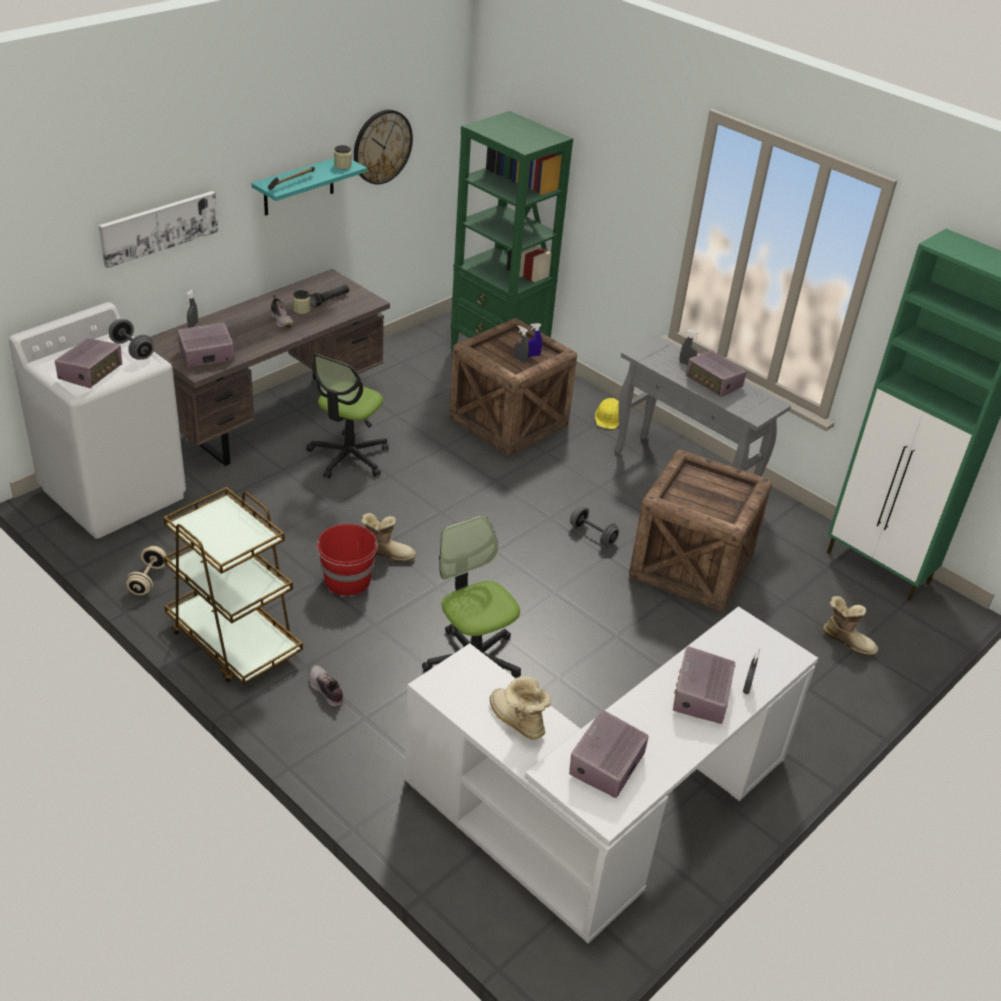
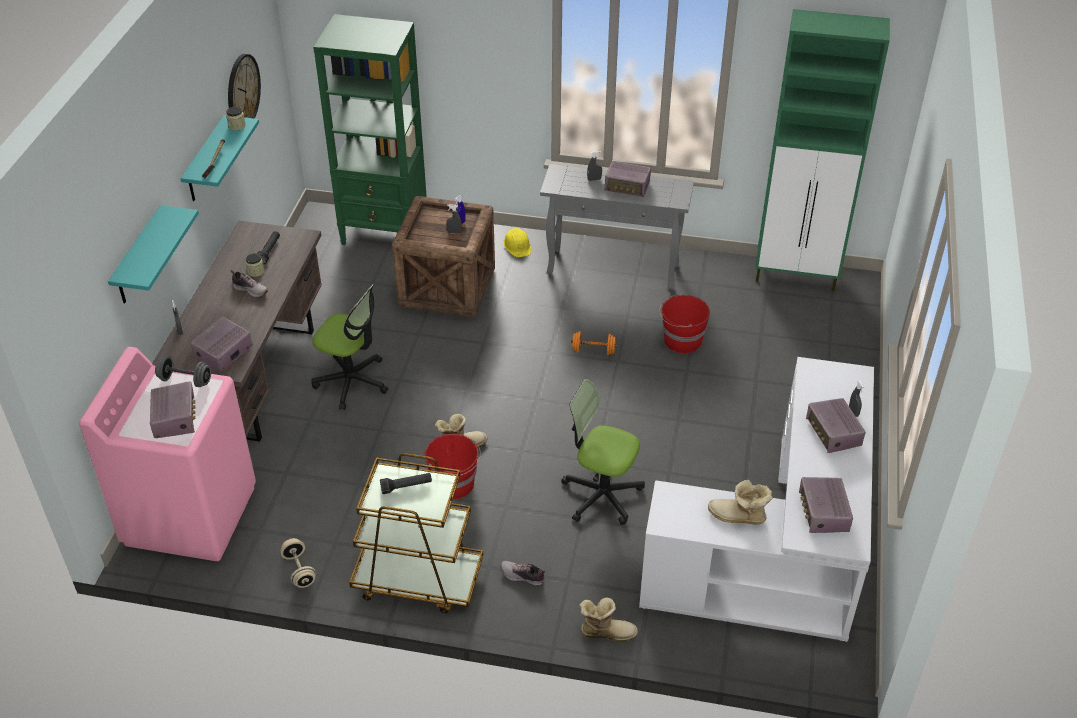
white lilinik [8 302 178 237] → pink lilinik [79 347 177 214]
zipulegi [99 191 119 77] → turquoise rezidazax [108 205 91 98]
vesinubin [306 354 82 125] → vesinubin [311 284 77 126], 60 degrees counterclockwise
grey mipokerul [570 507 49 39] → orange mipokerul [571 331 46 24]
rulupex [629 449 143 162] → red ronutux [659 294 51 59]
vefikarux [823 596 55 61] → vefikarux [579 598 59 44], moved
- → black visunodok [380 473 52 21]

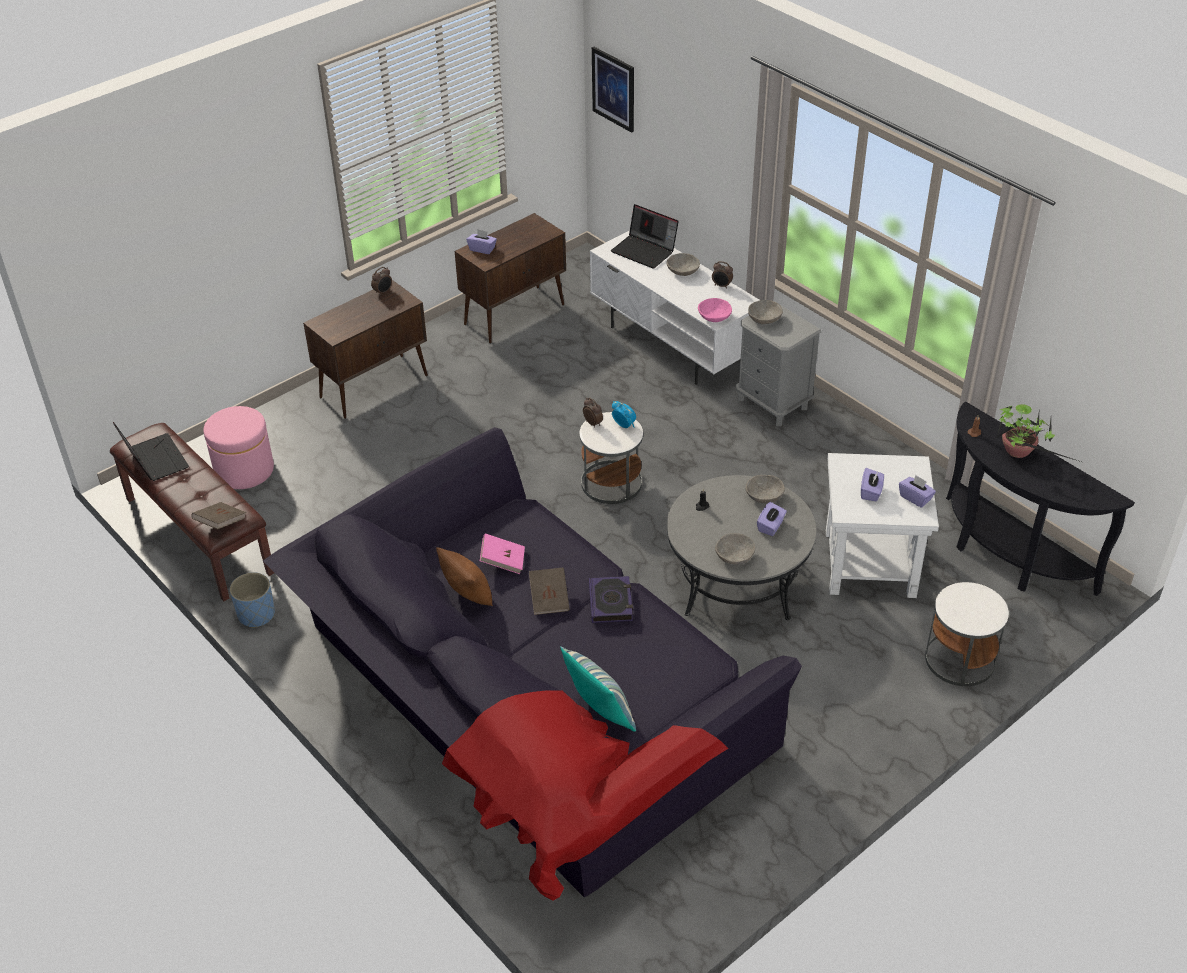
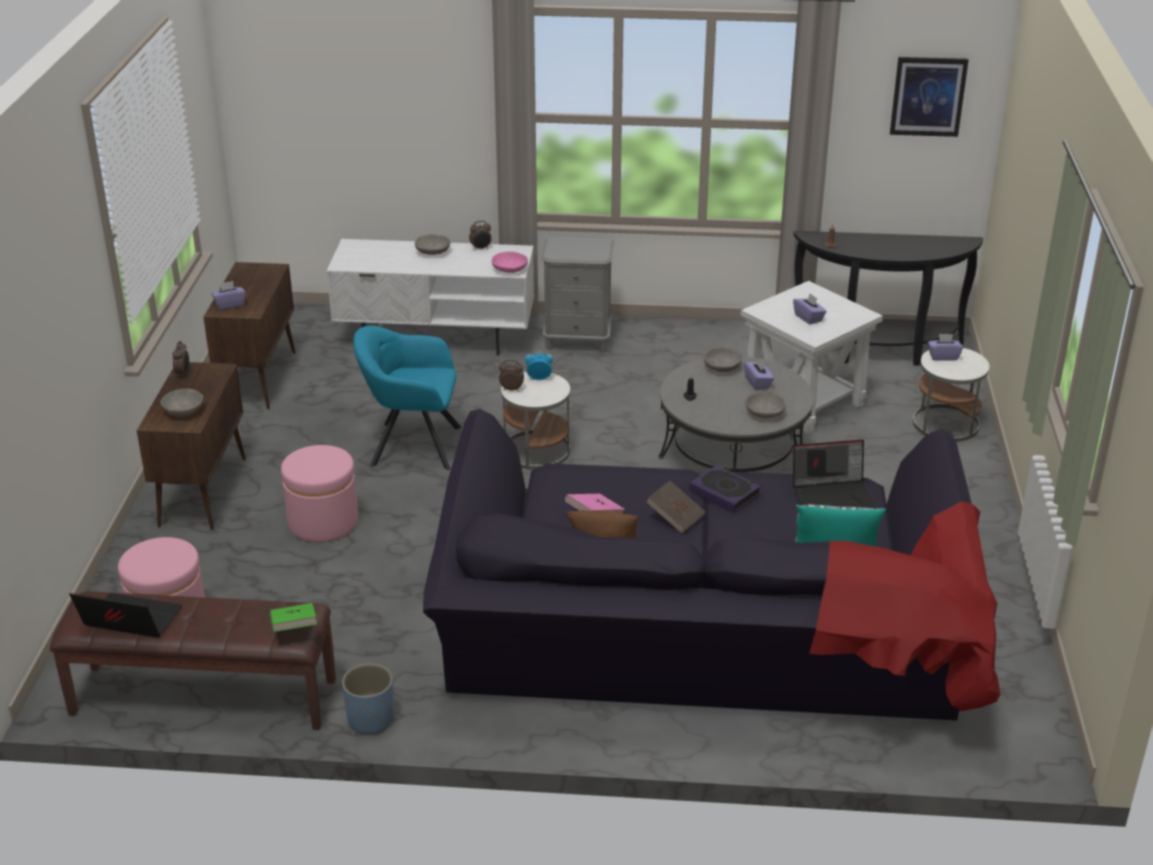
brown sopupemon [191 502 55 28] → green sopupemon [270 603 47 29]
zipulegi [592 47 42 86] → zipulegi [890 57 79 80], moved
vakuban [611 204 68 65] → vakuban [793 440 83 68], moved
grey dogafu [748 300 35 24] → grey dogafu [160 389 43 28], moved
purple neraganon [899 475 37 33] → purple neraganon [928 334 35 27], moved
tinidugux [993 404 88 58] → -
- → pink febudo [281 445 77 97]
- → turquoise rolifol [353 326 108 144]

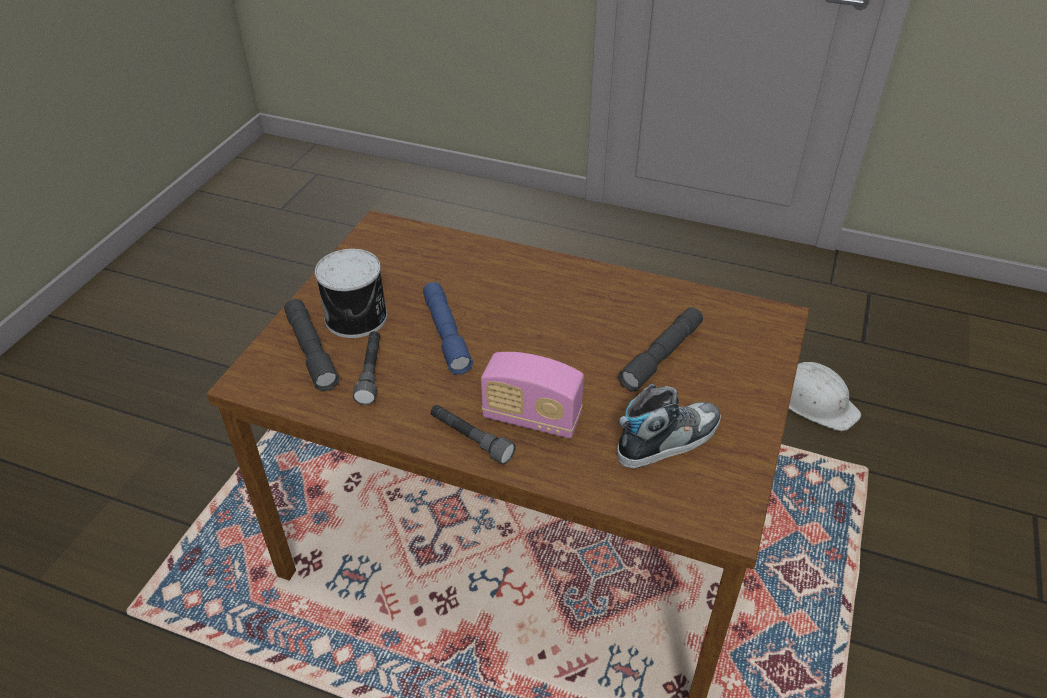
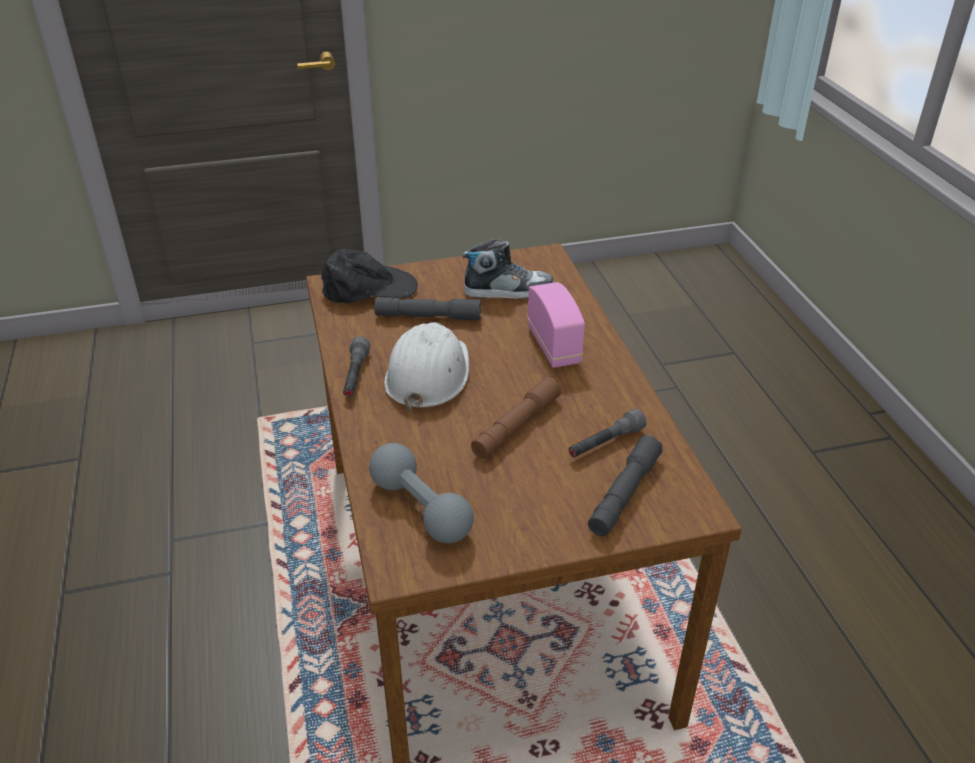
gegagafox [315 249 72 89] → -
blue visunodok [423 282 50 93] → brown visunodok [471 377 90 82]
grey visunodok [430 405 86 60] → grey visunodok [343 336 27 61], moved
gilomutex [617 383 104 86] → gilomutex [463 238 91 60], 150 degrees clockwise
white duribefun [789 362 72 69] → white duribefun [384 322 85 90], moved
- → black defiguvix [321 249 97 54]
- → grey mipokerul [369 443 105 100]

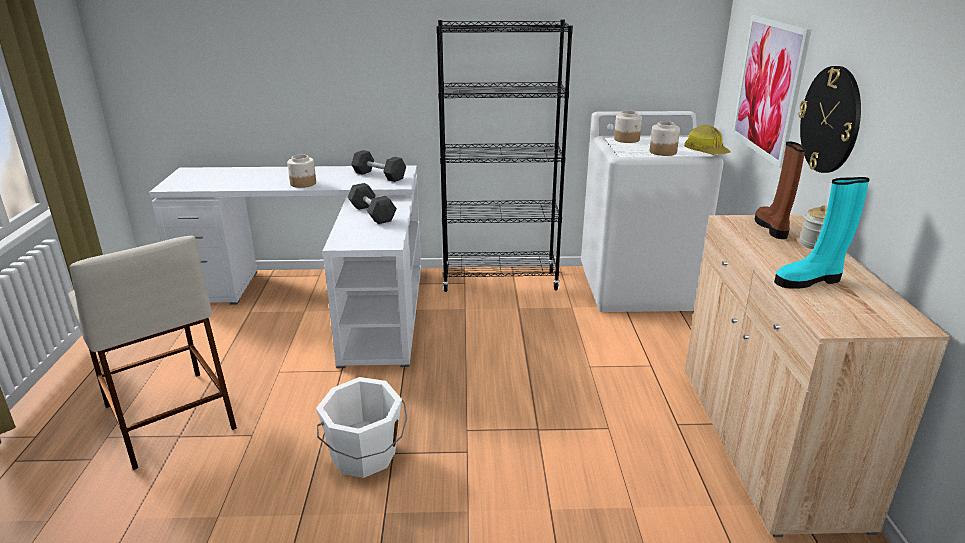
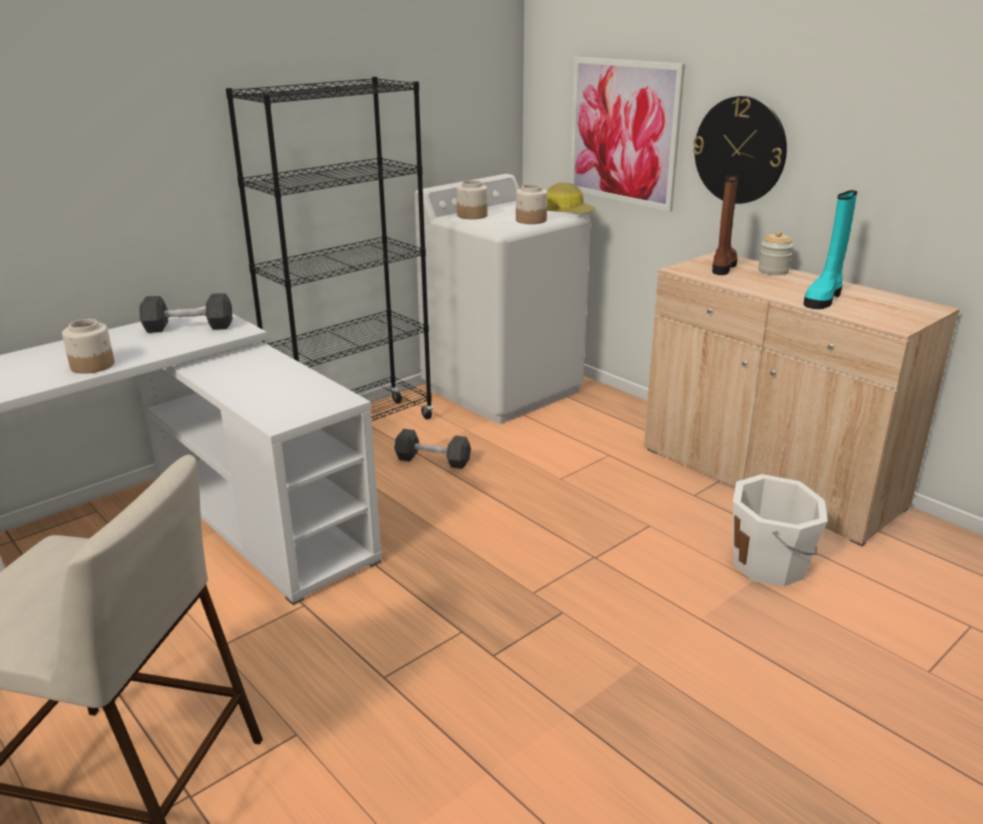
white ronutux [316 377 91 101] → white ronutux [733 474 95 112], moved
black mipokerul [347 183 50 41] → black mipokerul [394 429 77 40], moved
brown vefikarux [755 142 51 97] → brown vefikarux [712 175 26 100], 60 degrees clockwise

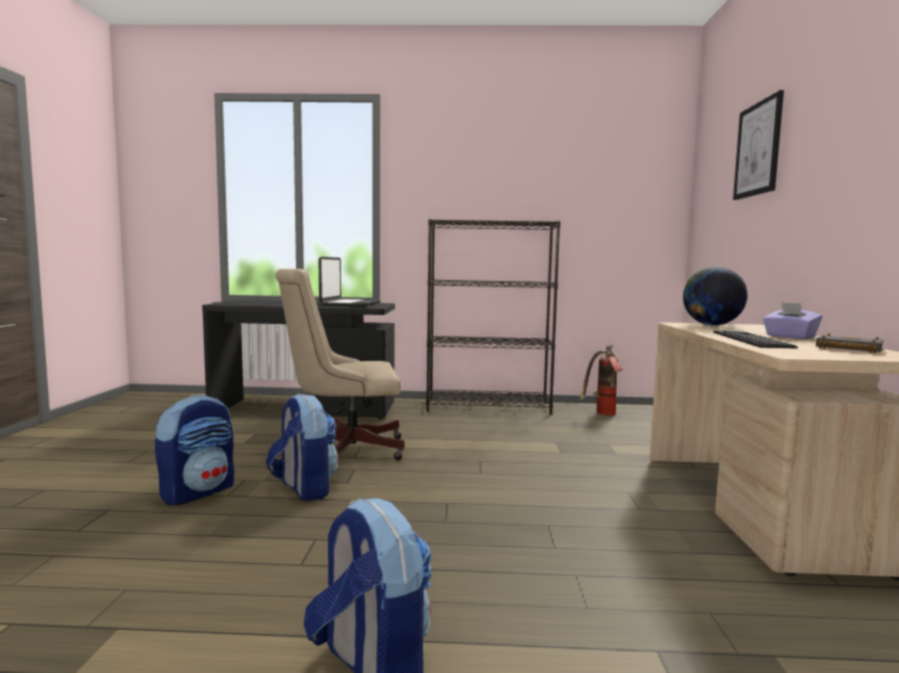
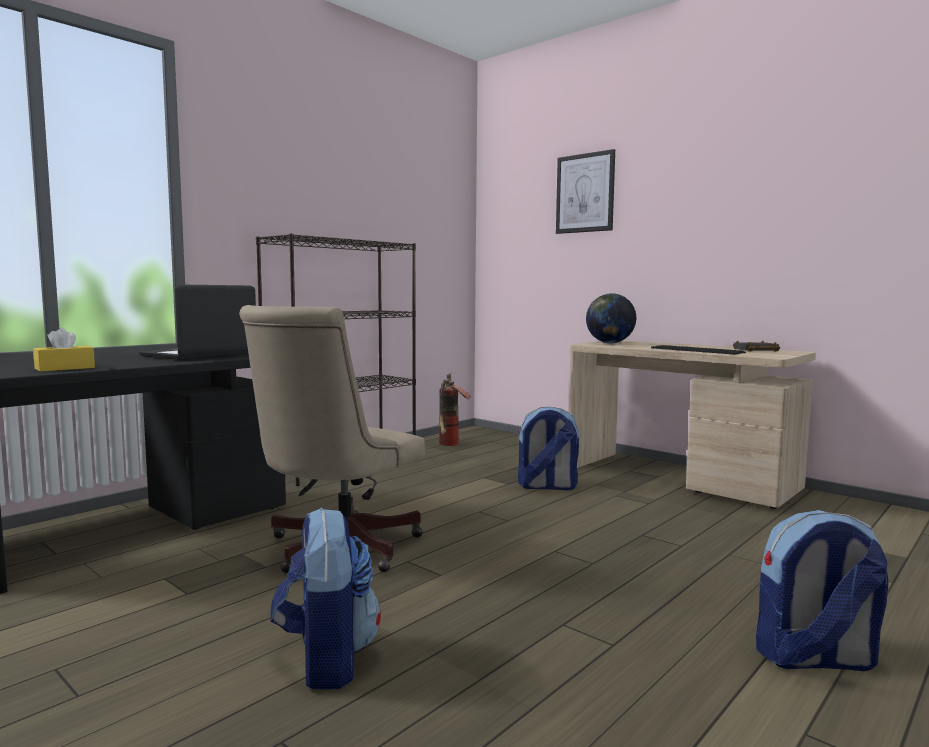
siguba [266 394 72 107] → siguba [518 407 61 83], moved
vakuban [319 257 62 50] → vakuban [139 284 117 76], 105 degrees counterclockwise
purple neraganon [763 302 59 37] → -
- → yellow neraganon [33 327 62 45]

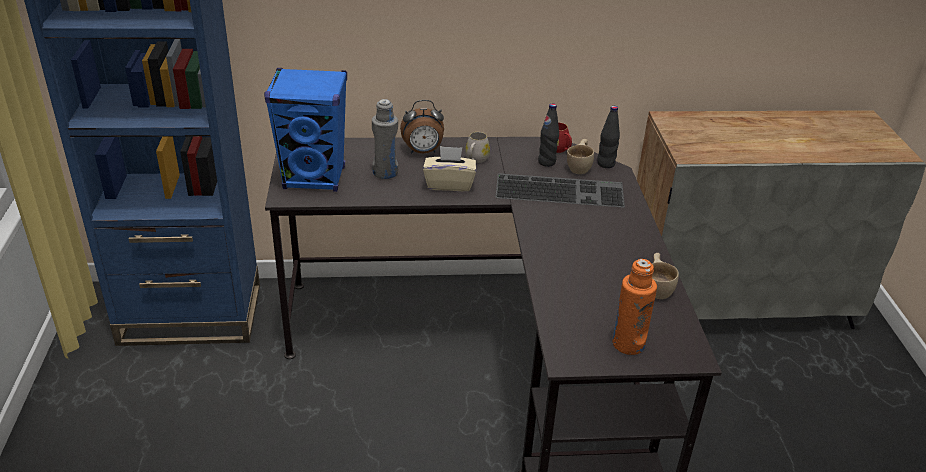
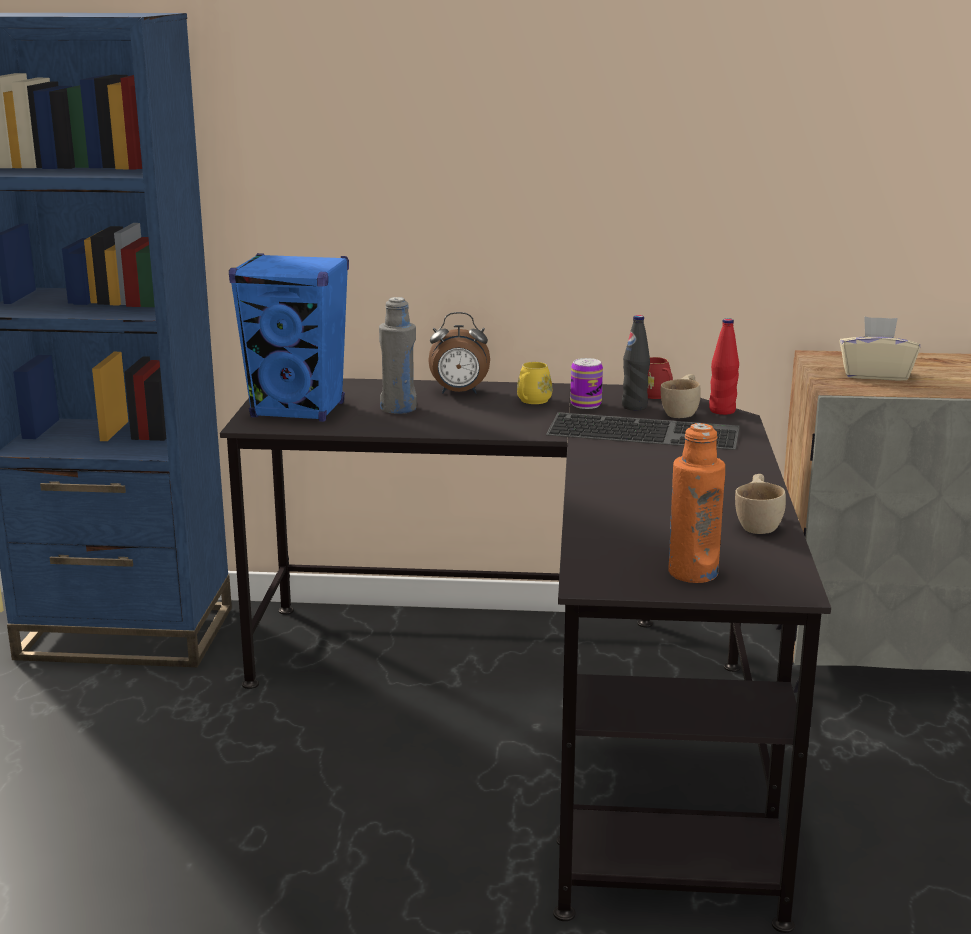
beige neraganon [423 146 53 45] → beige neraganon [839 316 81 65], moved
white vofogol [465 132 25 31] → yellow vofogol [517 362 35 42]
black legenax [597 106 23 62] → red legenax [709 318 30 97]
- → gegagafox [570 358 33 51]

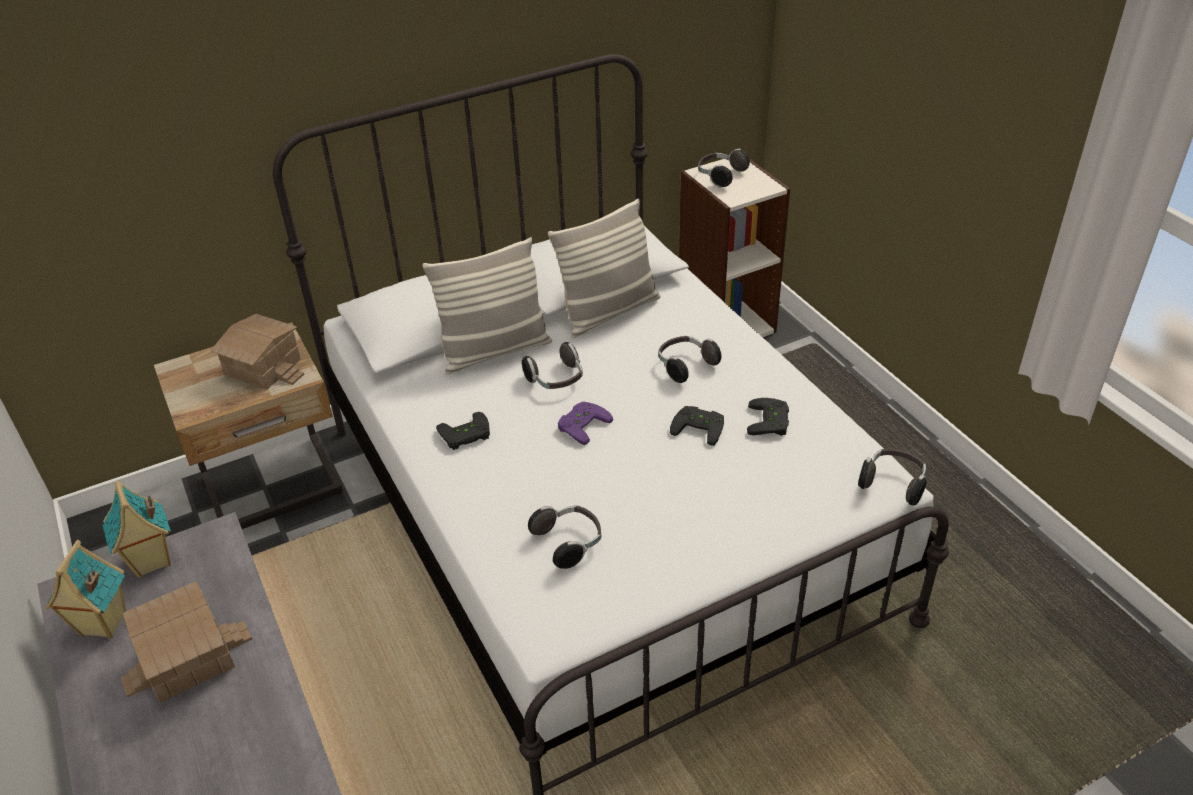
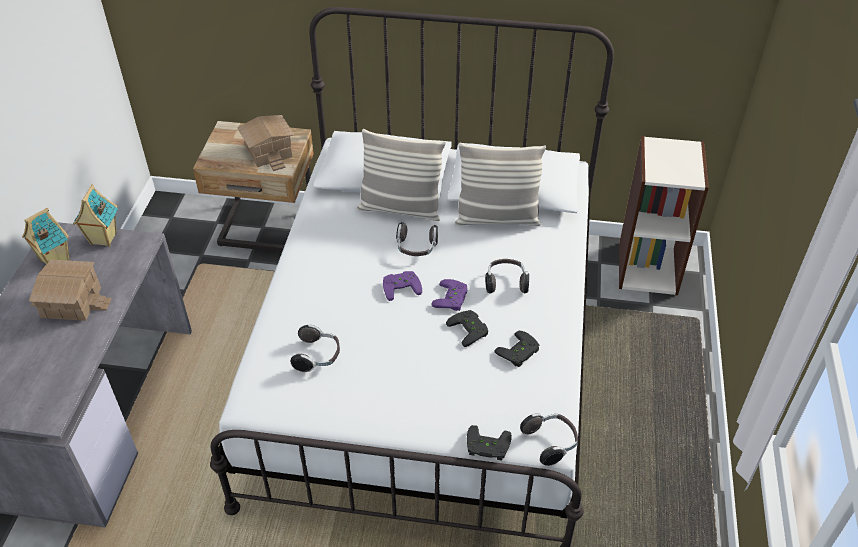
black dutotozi [436 412 54 38] → black dutotozi [467 425 45 36], moved
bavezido [698 149 52 39] → -
- → purple dutotozi [431 279 36 32]

